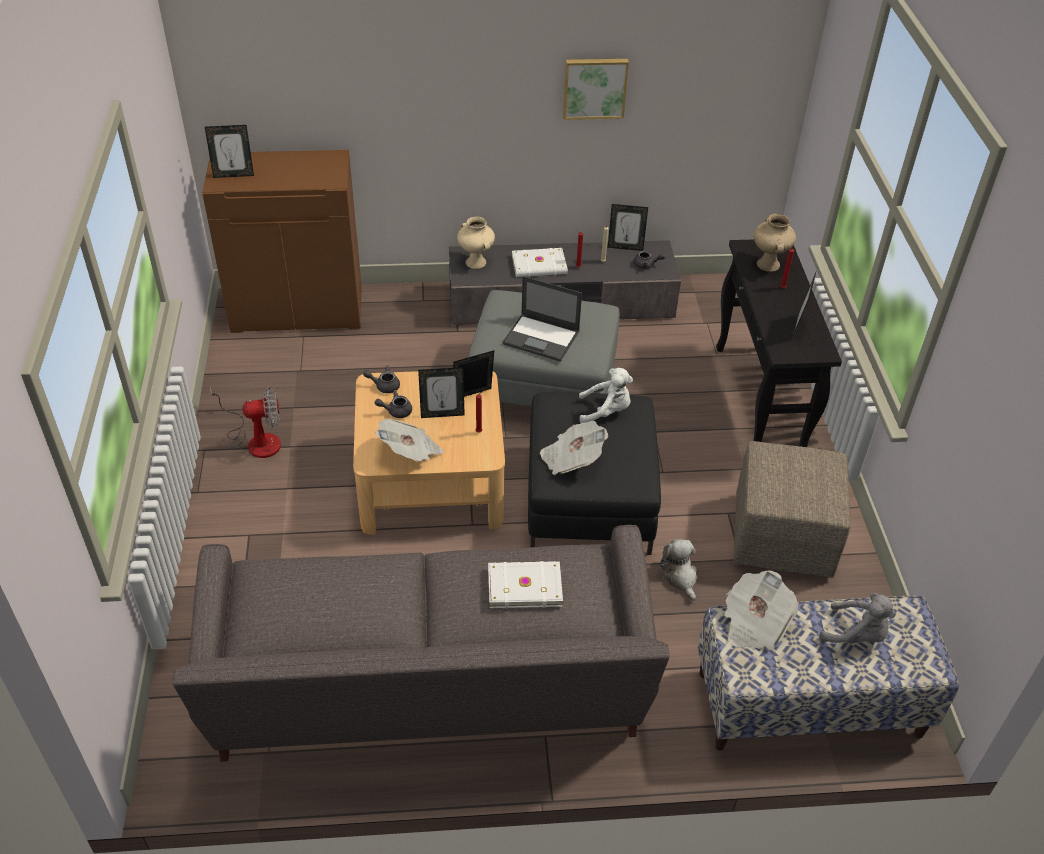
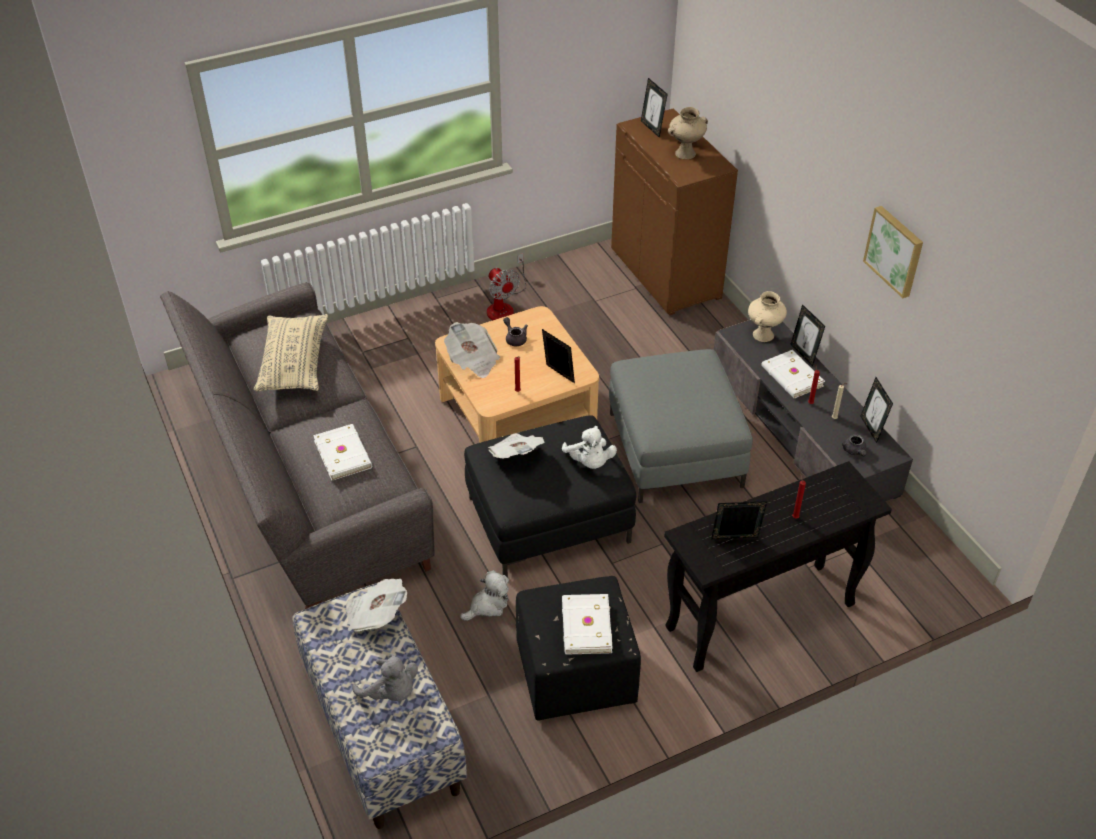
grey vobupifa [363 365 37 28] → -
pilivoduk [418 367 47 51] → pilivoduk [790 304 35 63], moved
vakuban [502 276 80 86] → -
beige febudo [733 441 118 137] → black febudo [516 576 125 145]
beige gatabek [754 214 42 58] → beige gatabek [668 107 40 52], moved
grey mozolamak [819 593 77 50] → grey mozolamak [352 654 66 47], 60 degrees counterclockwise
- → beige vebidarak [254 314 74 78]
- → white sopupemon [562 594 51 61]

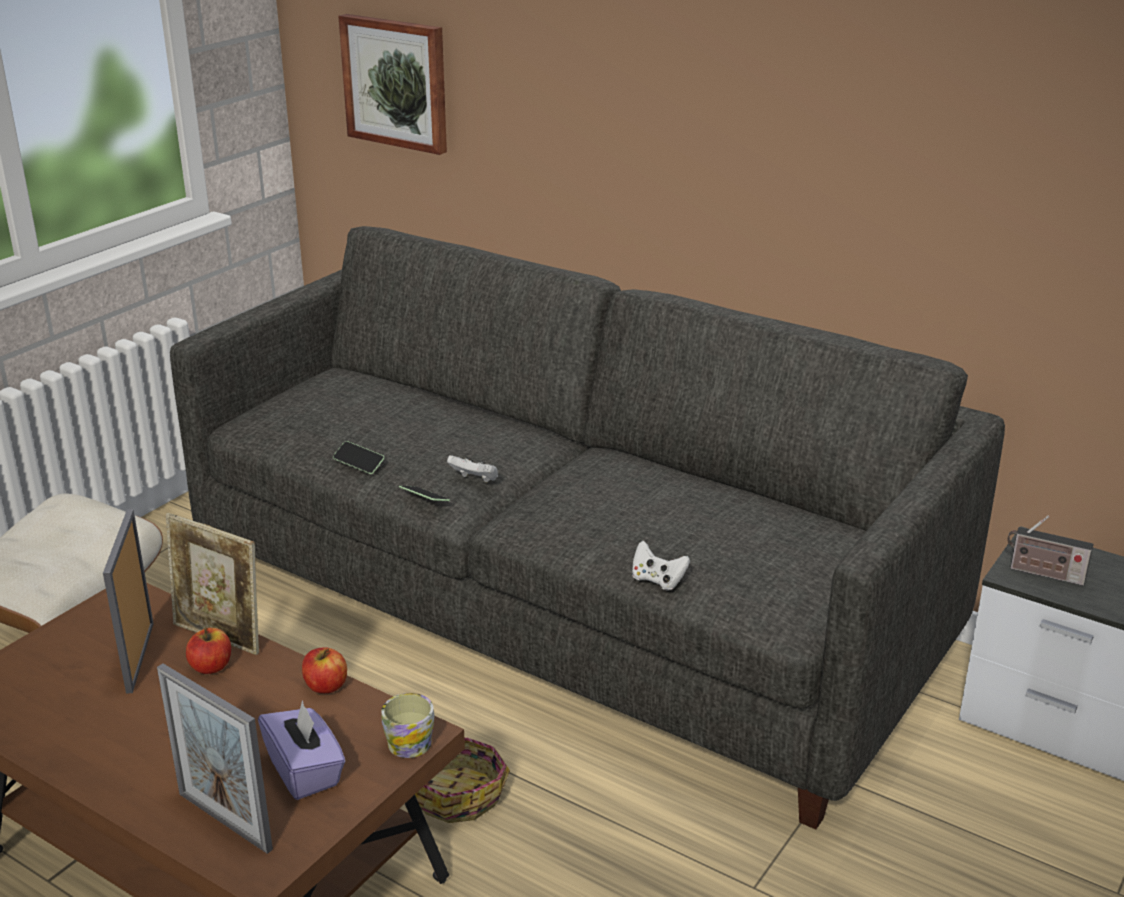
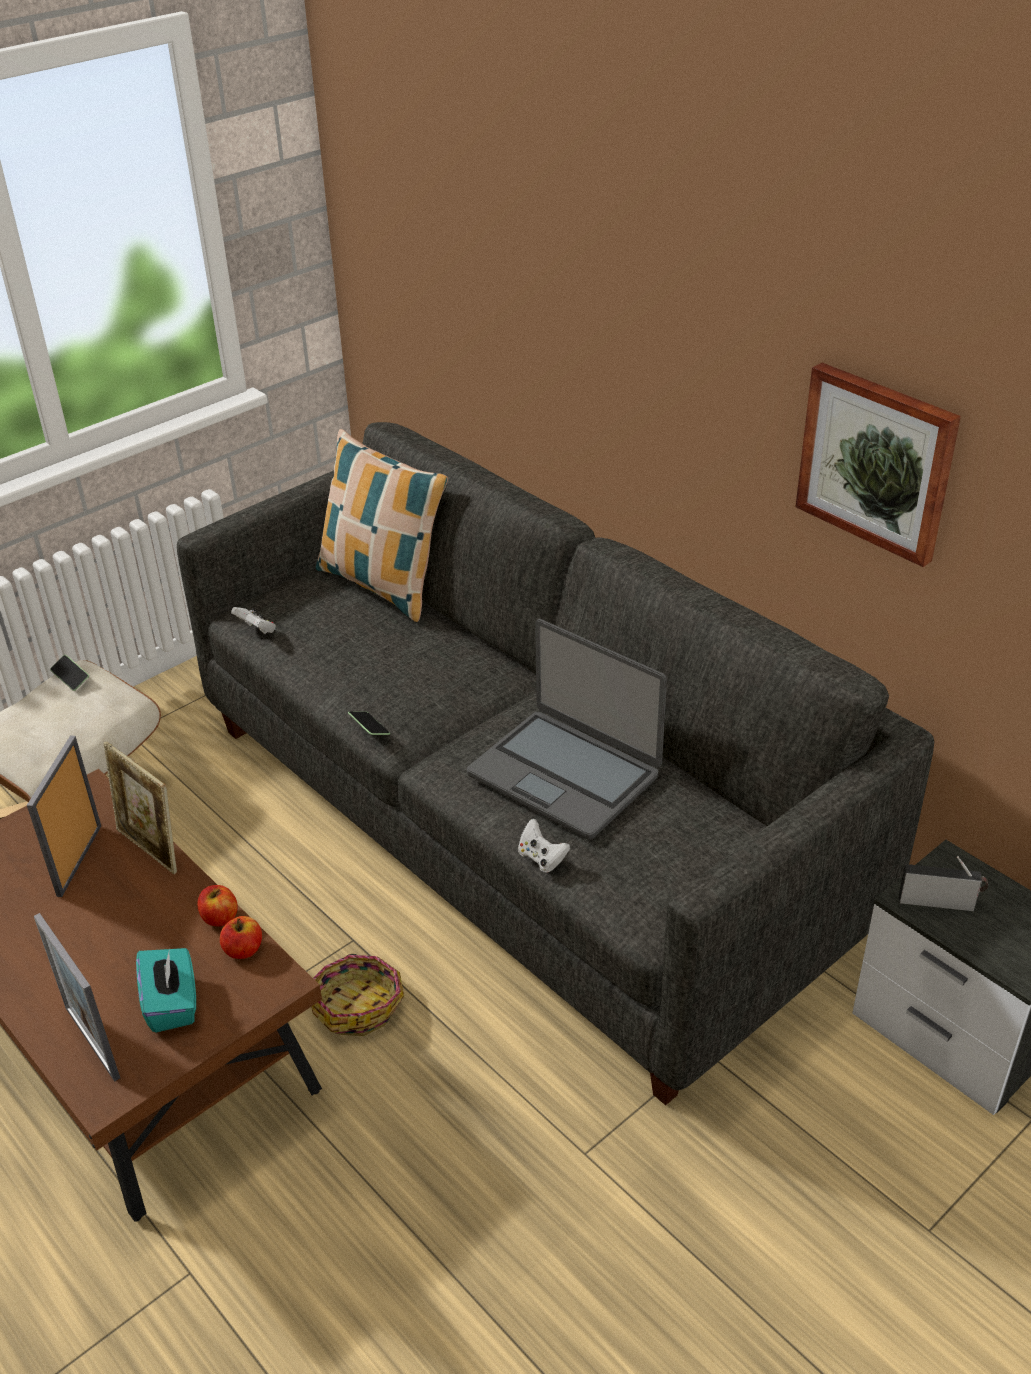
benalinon [186 628 45 46] → benalinon [220 916 42 43], moved
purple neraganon [258 700 87 100] → turquoise neraganon [136 948 60 85]
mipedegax [333 441 52 33] → mipedegax [50 655 39 36], moved
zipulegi [338 14 109 141] → zipulegi [795 363 166 204], moved
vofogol [381 693 53 65] → -
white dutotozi [447 455 51 28] → white dutotozi [231 607 45 27], moved
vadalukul [1007 515 87 71] → vadalukul [899 856 89 55], 150 degrees clockwise
- → vebidarak [316 429 132 193]
- → vakuban [467 619 200 221]

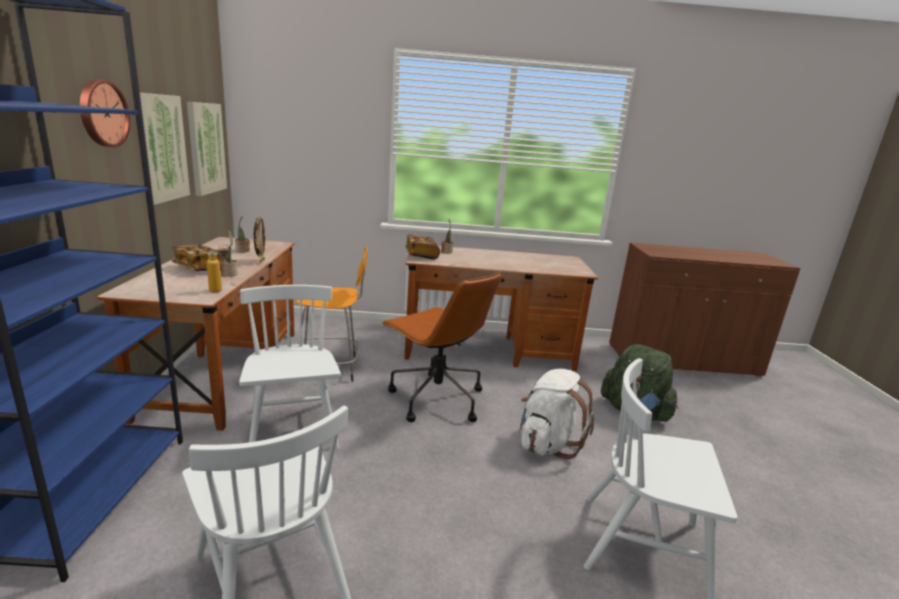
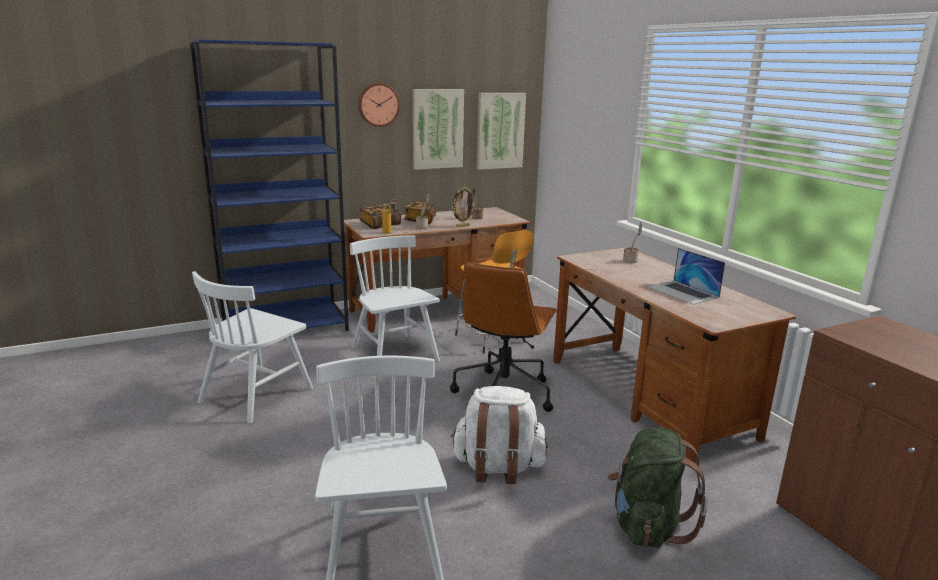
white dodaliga [239 285 102 165] → white dodaliga [350 235 90 127], 75 degrees counterclockwise
sopupemon [406 235 34 24] → sopupemon [359 205 42 24], moved
- → vakuban [648 248 77 57]

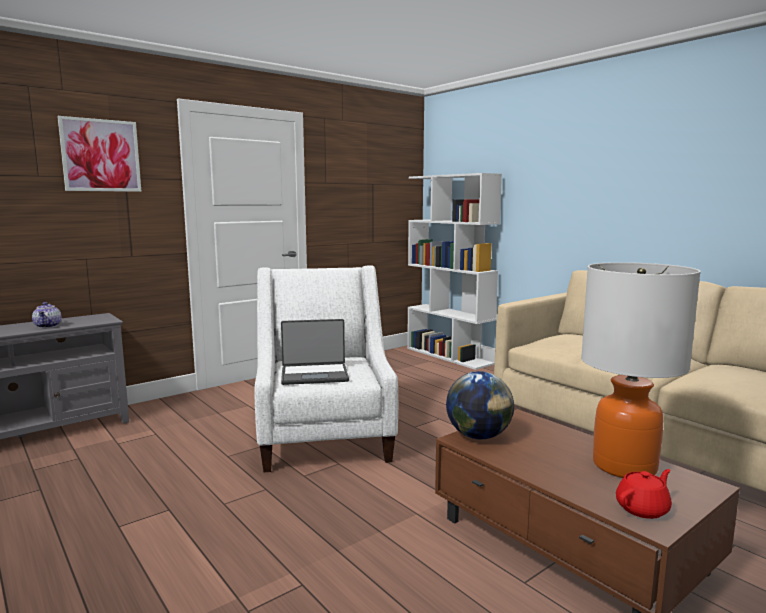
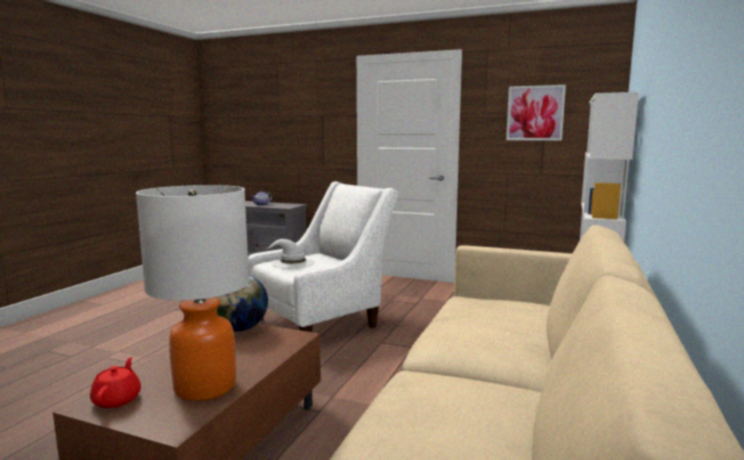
zipulegi [57 116 84 76] → zipulegi [506 85 60 56], moved
vakuban [281 319 68 66] → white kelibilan [266 239 49 30]
red vobupifa [616 469 56 50] → red vobupifa [90 357 51 51], 120 degrees counterclockwise

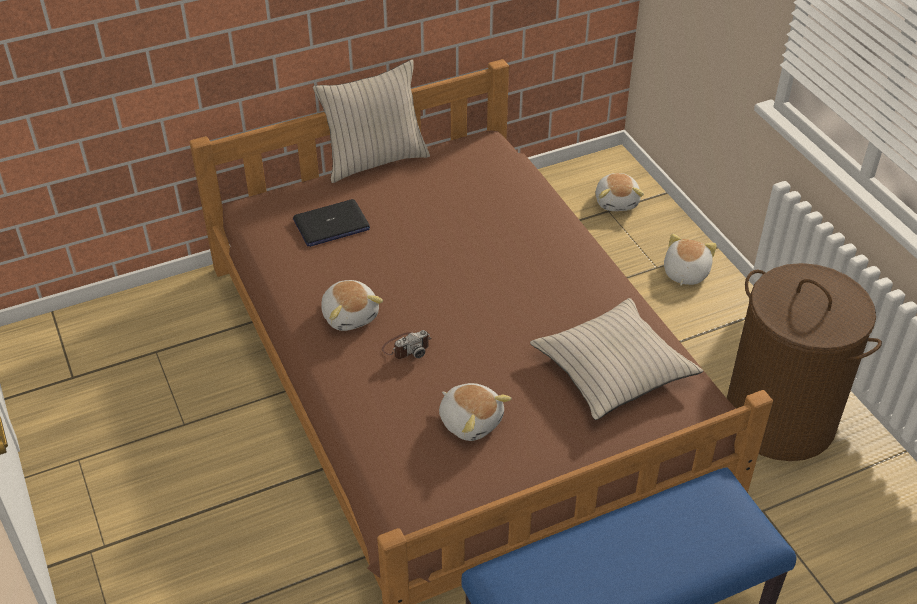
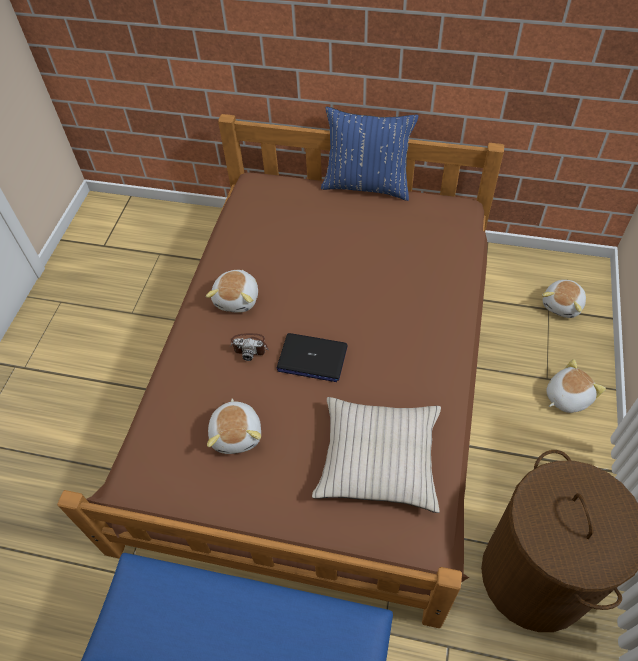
vakuban [293 199 77 48] → vakuban [277 333 71 49], moved
beige vebidarak [313 60 117 123] → blue vebidarak [321 107 98 94]

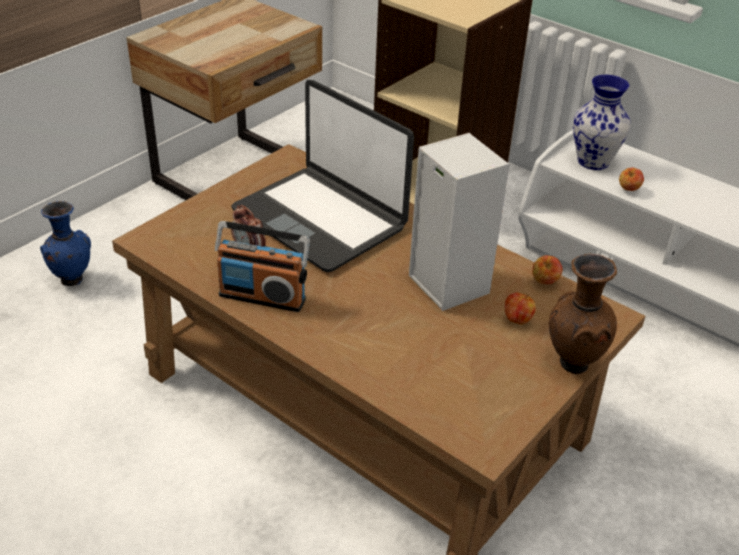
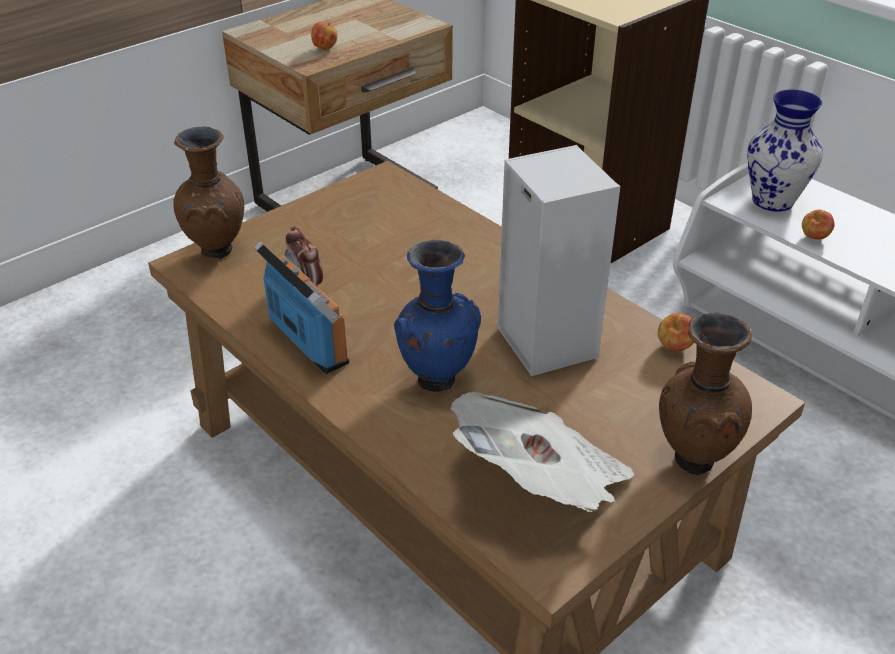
blue gatabek [40 201 51 85] → blue gatabek [394 240 87 152], moved
vadalukul [215 221 95 91] → vadalukul [253 241 96 133], 150 degrees counterclockwise
vakuban [231 80 183 192] → -
benalinon [505 292 31 33] → benalinon [311 22 27 28], moved
- → brown gatabek [174 127 70 132]
- → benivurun [450 392 184 120]

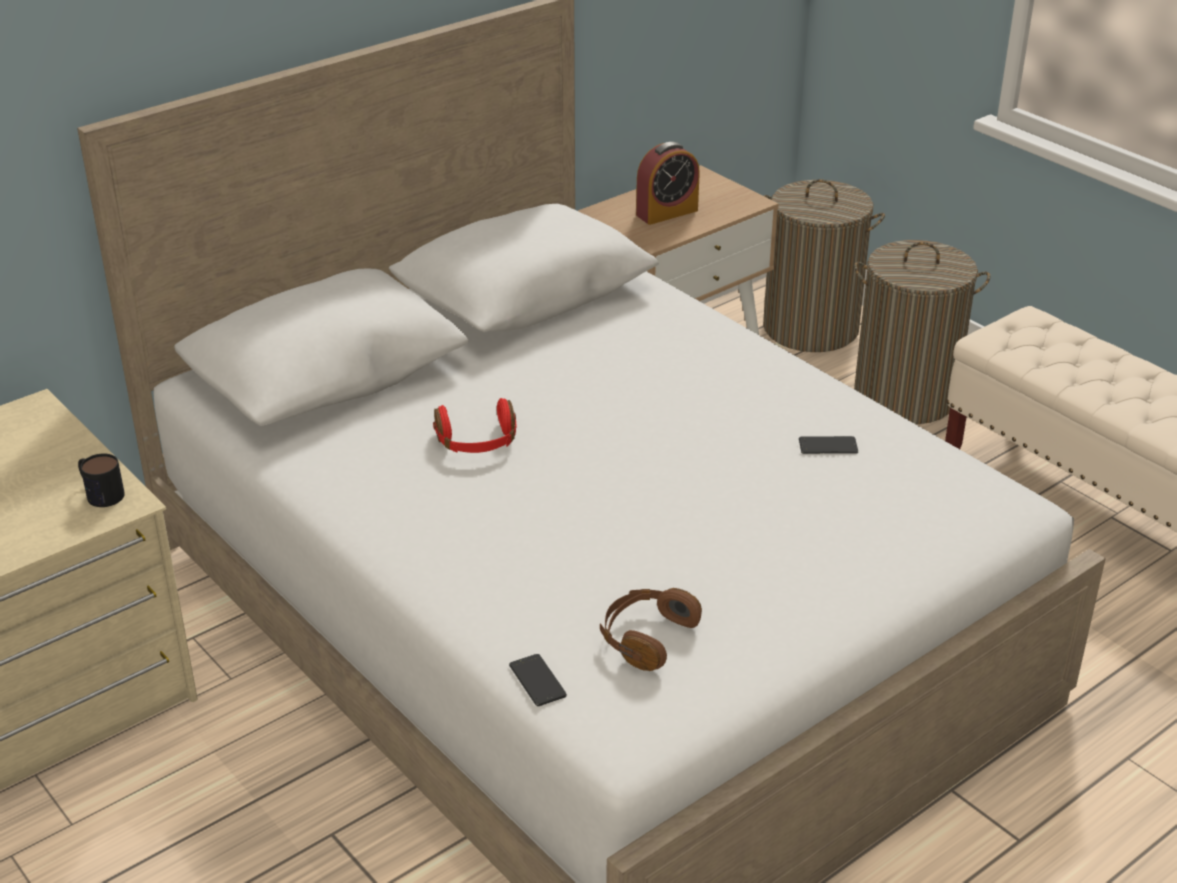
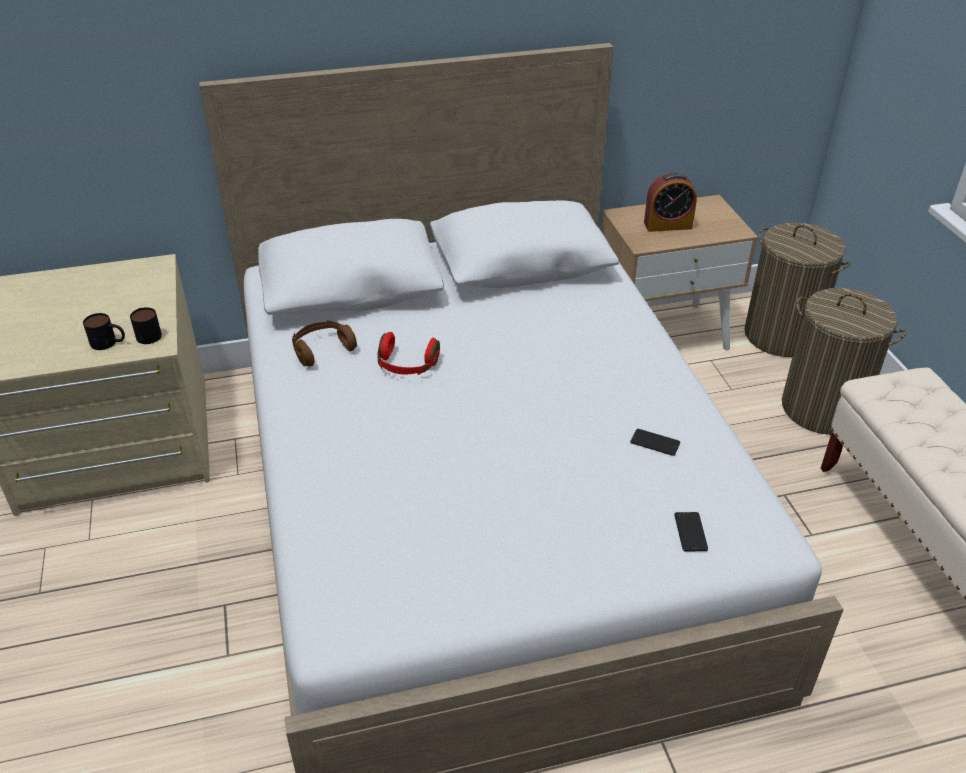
mipedegax [509 654 58 52] → mipedegax [674 512 34 40], moved
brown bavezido [600 588 102 83] → brown bavezido [292 320 65 47], moved
- → vofogol [83 313 42 37]

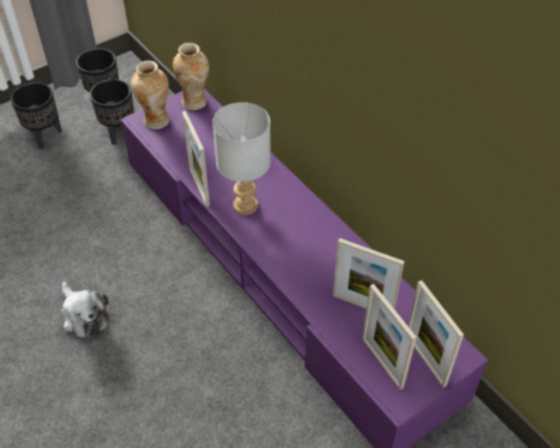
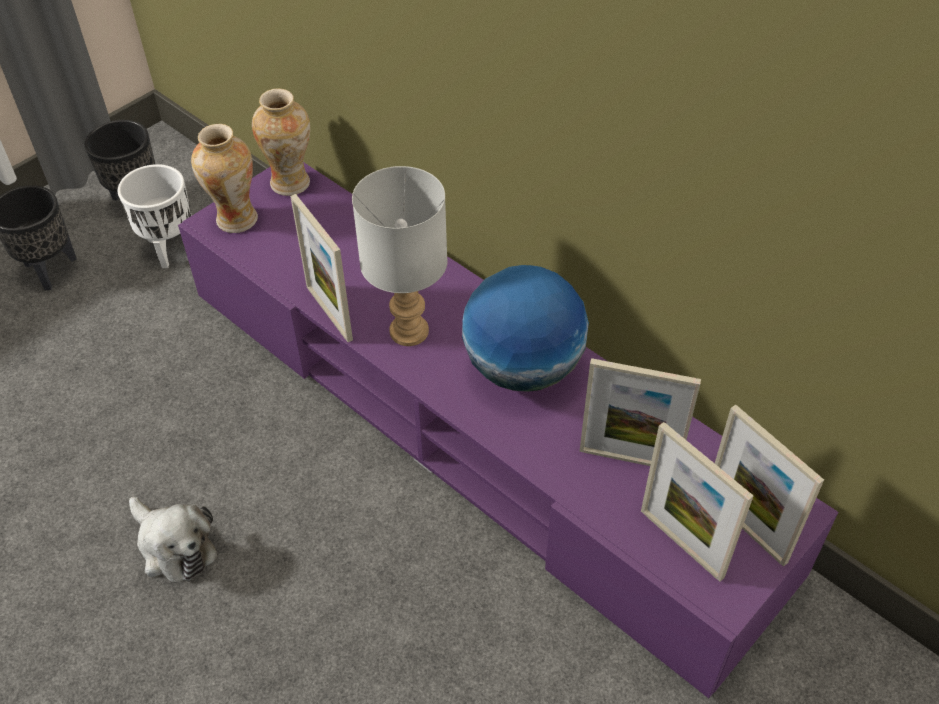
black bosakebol [90 79 44 66] → white bosakebol [118 164 74 104]
- → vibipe [462 265 127 127]

